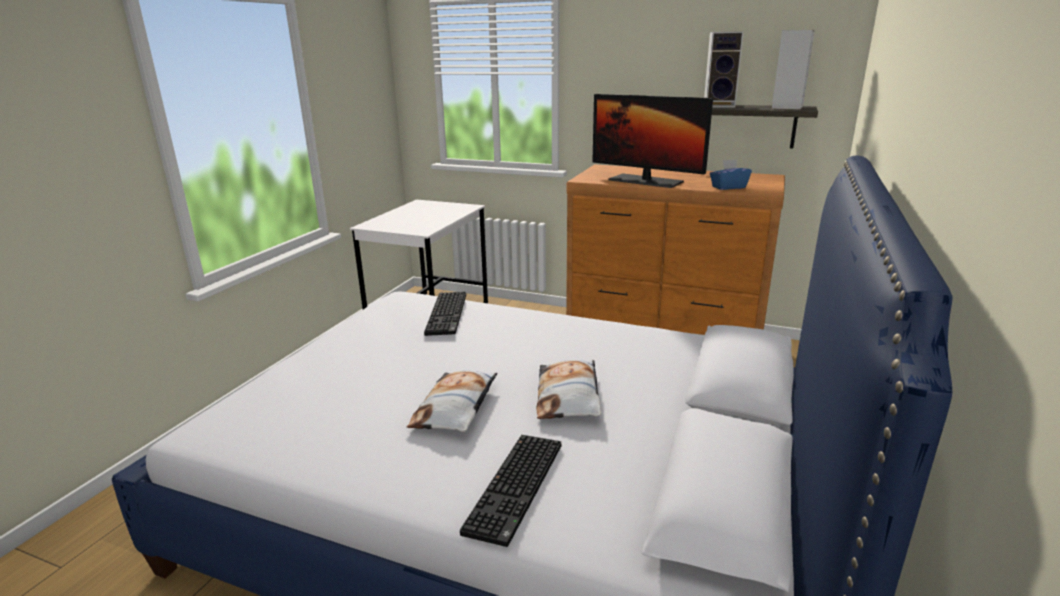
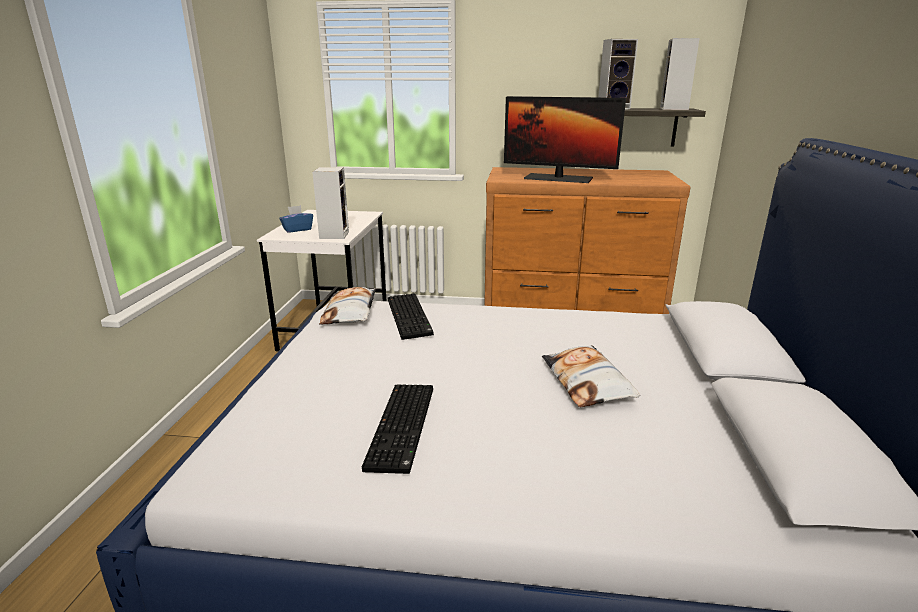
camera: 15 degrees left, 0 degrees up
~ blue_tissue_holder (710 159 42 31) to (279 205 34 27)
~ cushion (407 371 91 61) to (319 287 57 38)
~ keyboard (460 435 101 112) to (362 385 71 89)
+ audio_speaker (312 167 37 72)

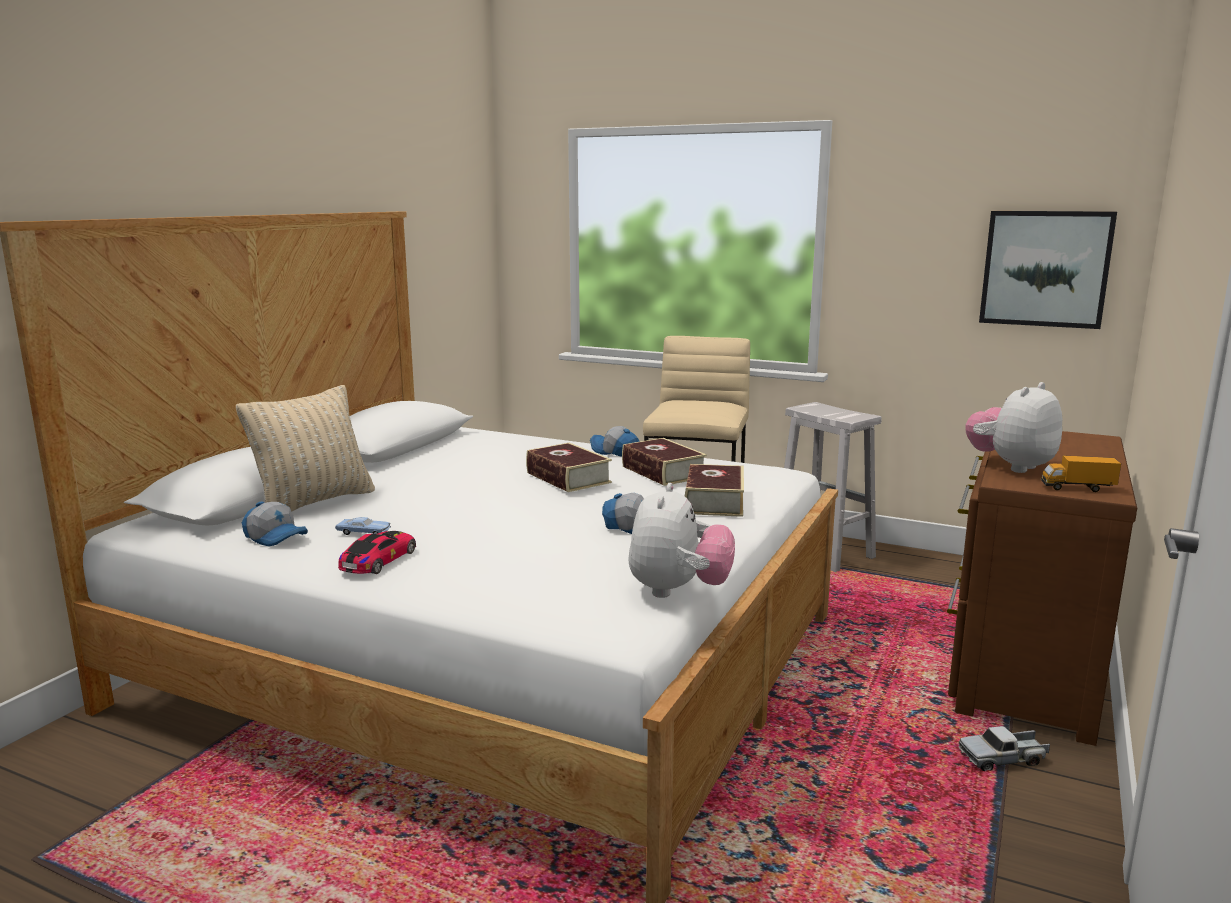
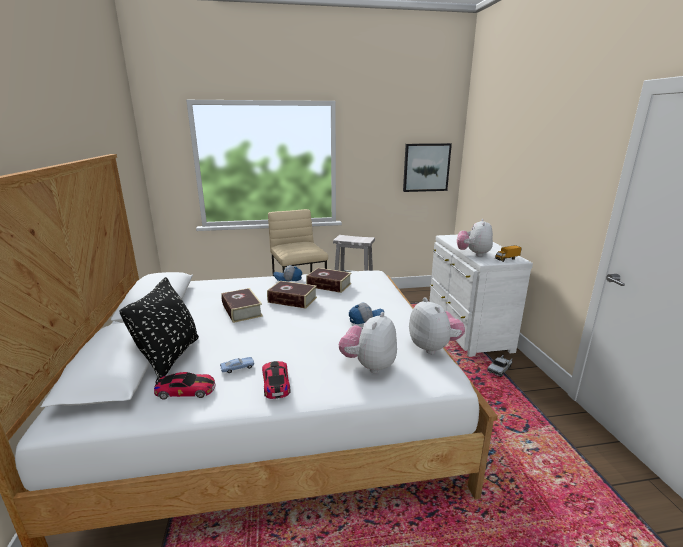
camera: 35 degrees left, 5 degrees up
~ beige-coloured_cushion (236 385 139 127) to black_cushion (119 277 80 103)
~ brown_dresser (947 431 190 315) to white-coloured_dresser (429 235 104 122)
~ volume (685 464 59 53) to (222 288 41 35)
~ peaked_cap (242 501 66 45) to miniature_car (154 372 62 28)
+ soft_toy (339 312 58 61)

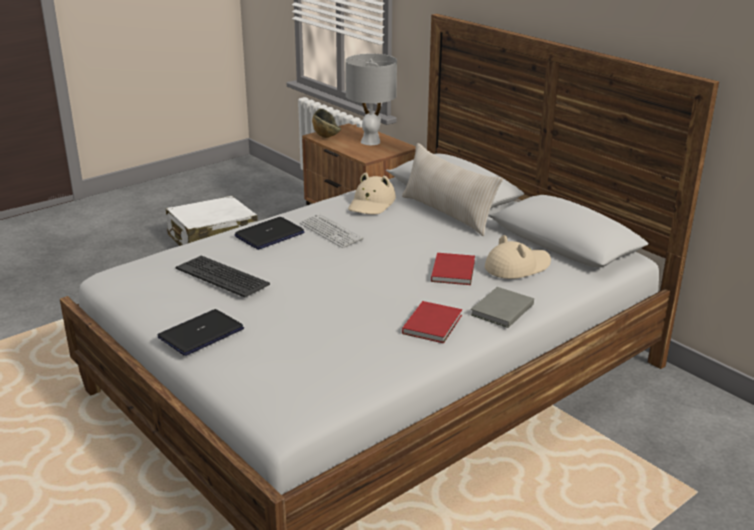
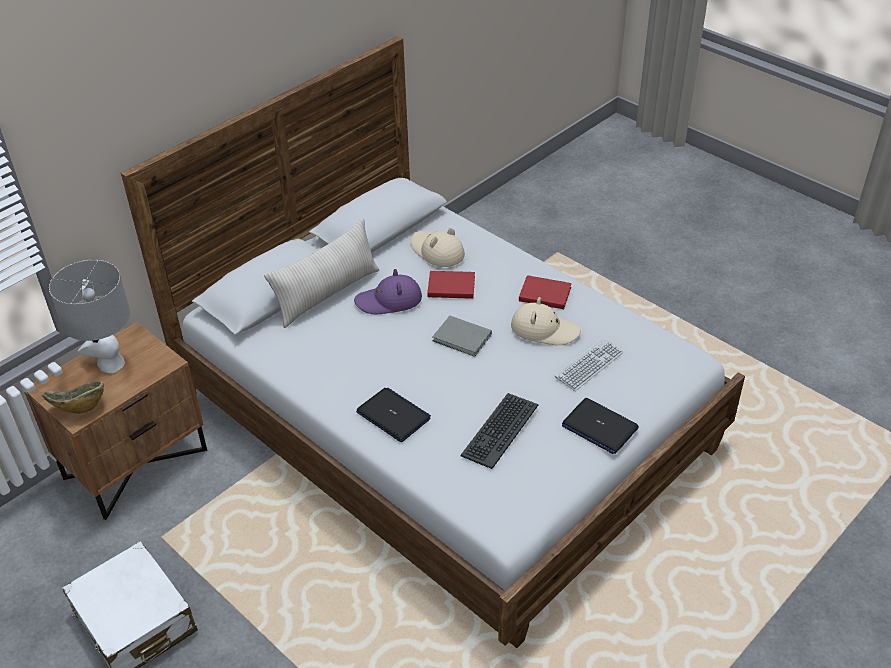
camera: 95 degrees left, 15 degrees up
~ beige-coloured_wearable_hat (348 173 48 42) to (511 297 70 48)
~ keyboard (300 213 63 35) to (555 338 68 53)
~ gray_volume (470 287 64 41) to (432 316 60 41)
+ purple-coloured_wearable_hat (354 269 68 45)

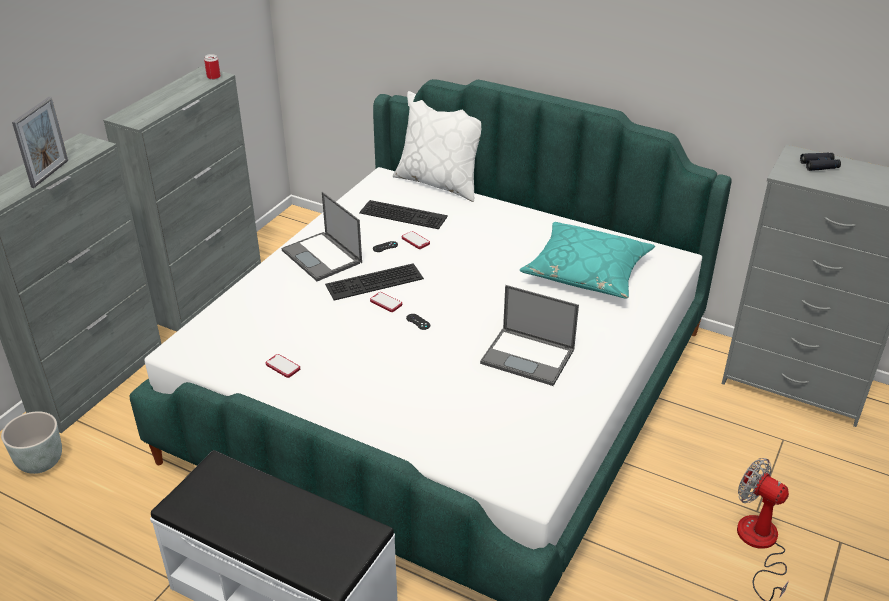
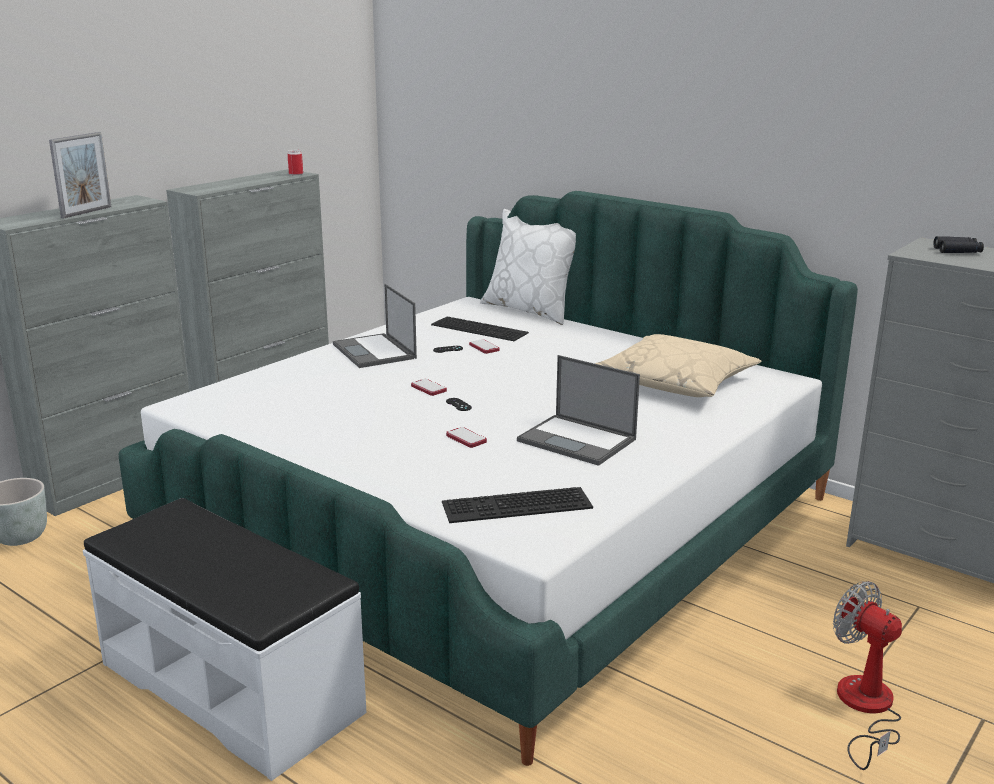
camera: 10 degrees right, 15 degrees down
~ turquoise_cushion (520 222 135 77) to beige-coloured_cushion (595 334 166 63)
~ keyboard (325 263 99 38) to (442 487 151 36)
~ telephone (265 354 35 24) to (446 427 41 21)

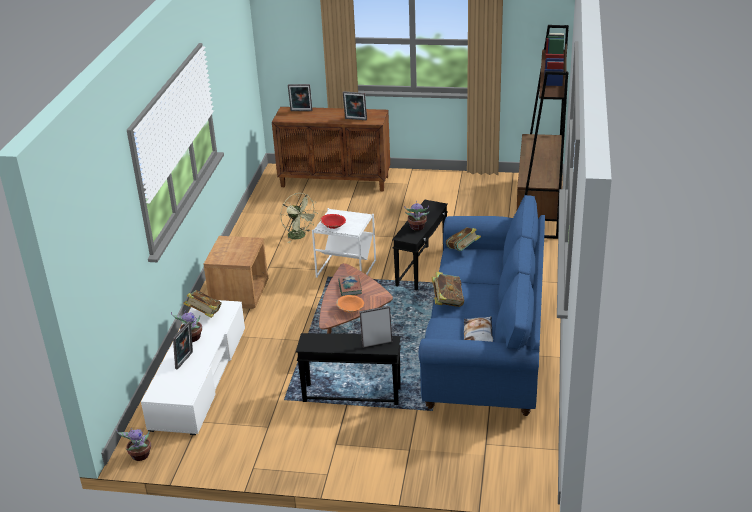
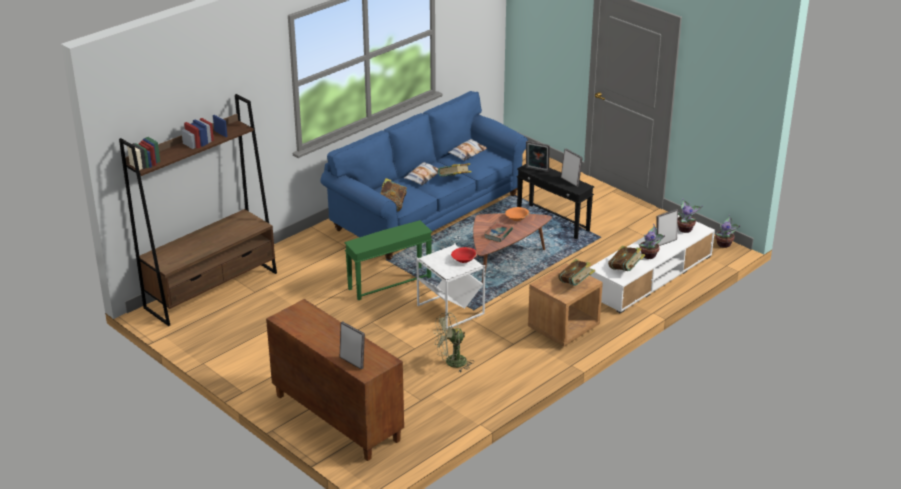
camera: 145 degrees left, 0 degrees up
~ picture_frame (343 91 24 29) to (561 149 22 38)
~ greenish_electric_fan (281 193 37 50) = (434 312 39 60) 105 degrees counterclockwise
~ black_side_table (392 200 56 90) to greenish_side_table (344 220 89 80)
~ houseplant (404 201 26 30) to (678 198 25 35)
+ cushion (404 162 35 23)
+ volume (558 259 37 27)

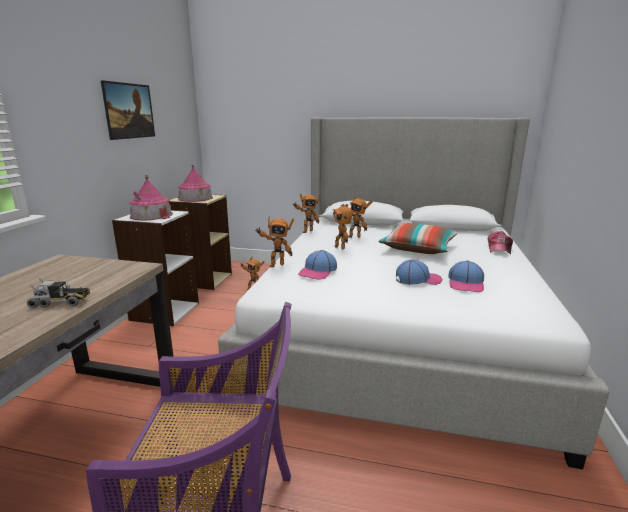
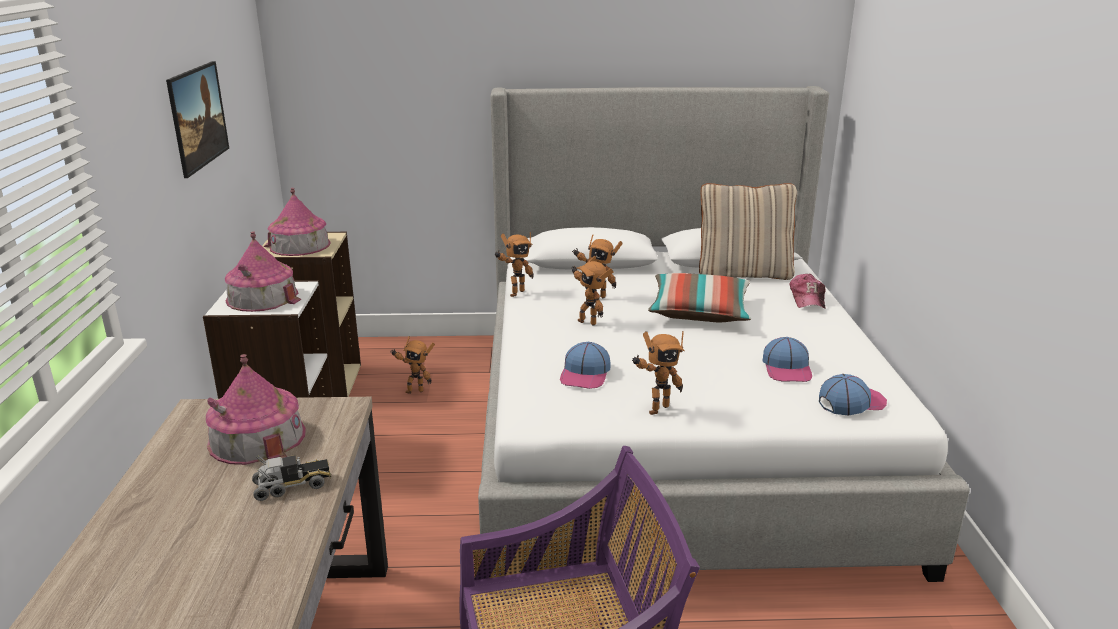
camera: 15 degrees left, 5 degrees up
~ toy_robot (255 216 39 51) to (632 331 52 84)
~ peaked_cap (396 259 47 26) to (819 374 68 41)
+ beige-coloured_cushion (699 183 98 97)
+ miniature_house (206 354 100 111)

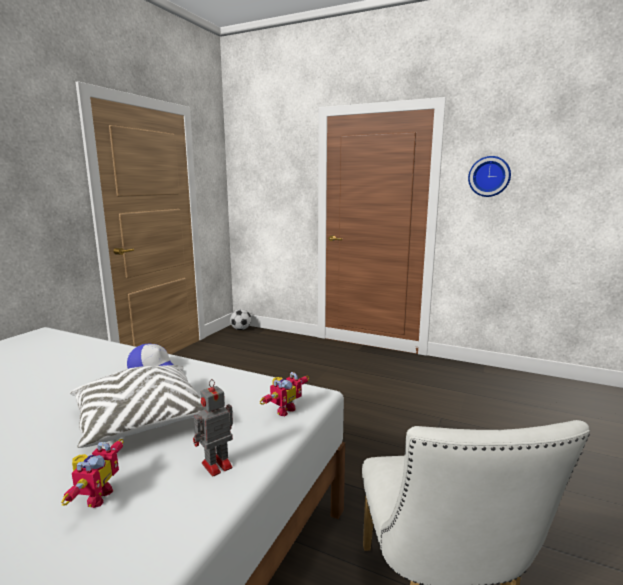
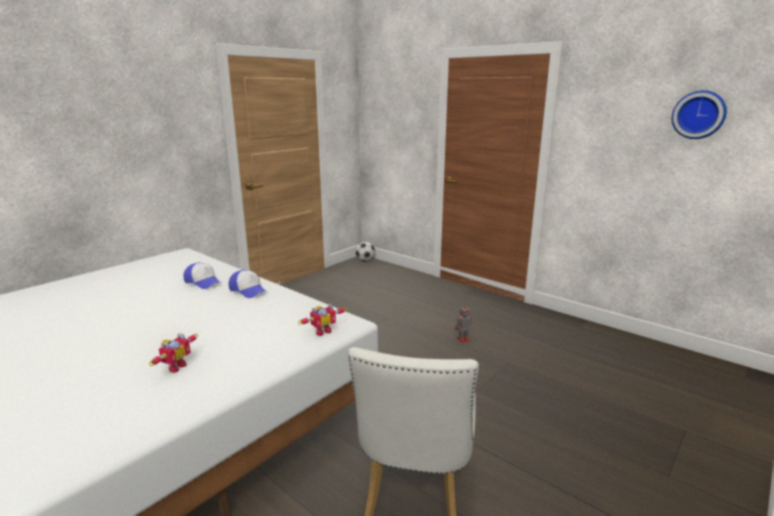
camera: 15 degrees right, 5 degrees up
~ hanging_clock (468 156 43 41) to (672 90 55 49)
- white-coloured_cushion (70 365 135 83)
~ toy_robot (193 379 40 98) to (455 305 17 38)
+ peaked_cap (183 263 38 26)

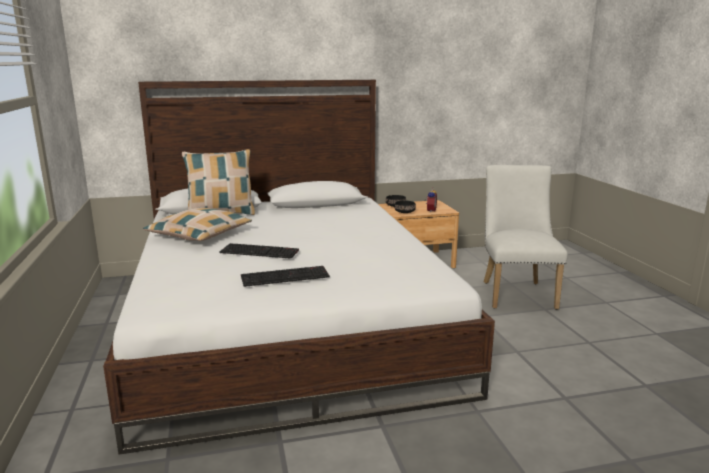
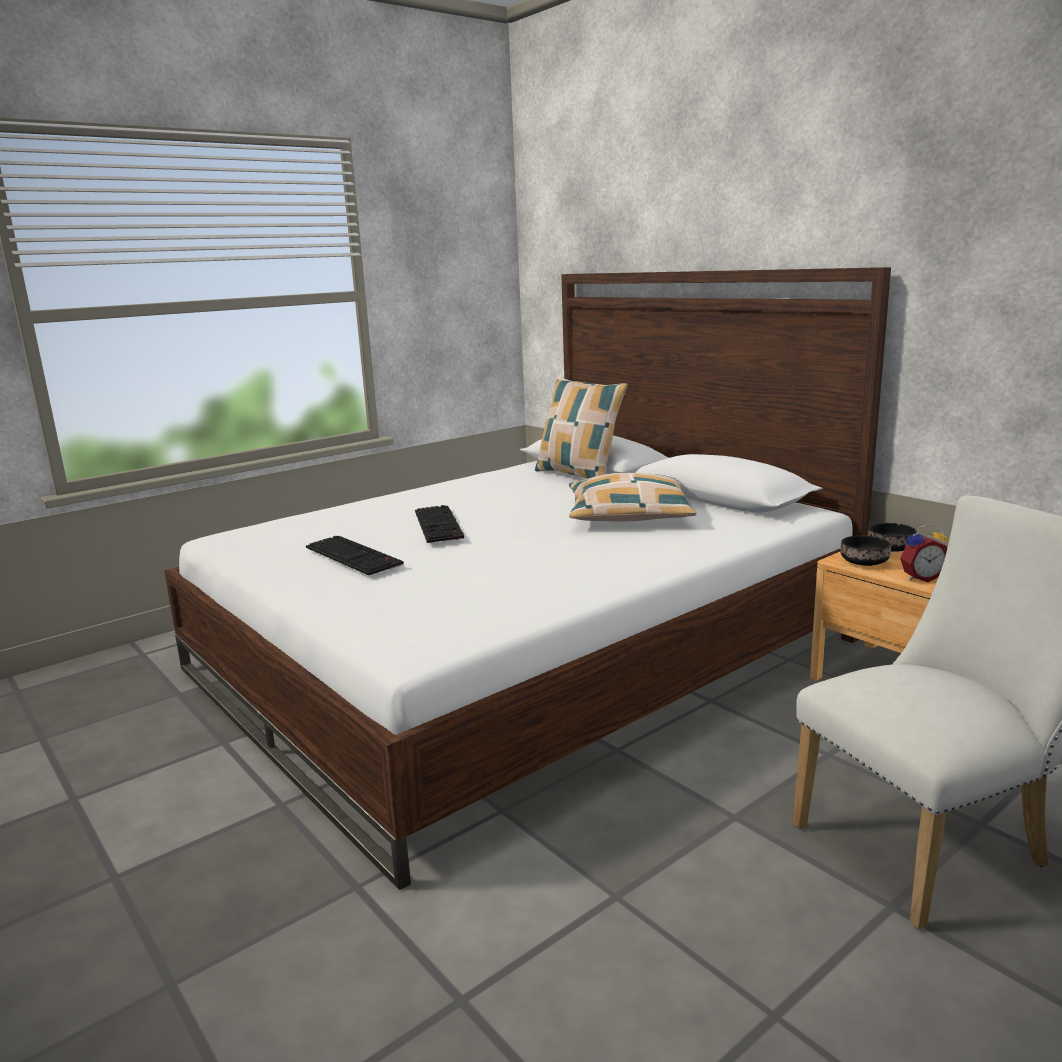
camera: 65 degrees right, 0 degrees up
~ cushion (143 207 109 34) to (569 473 128 49)

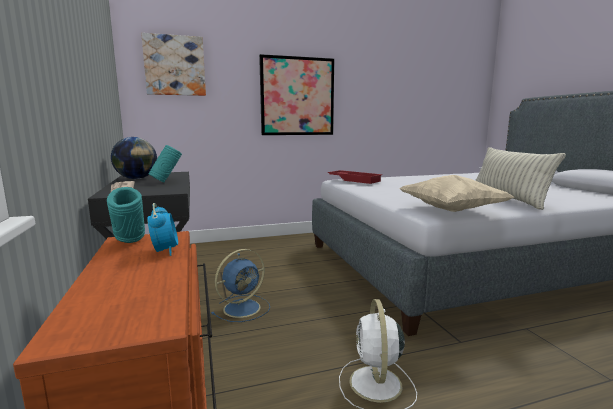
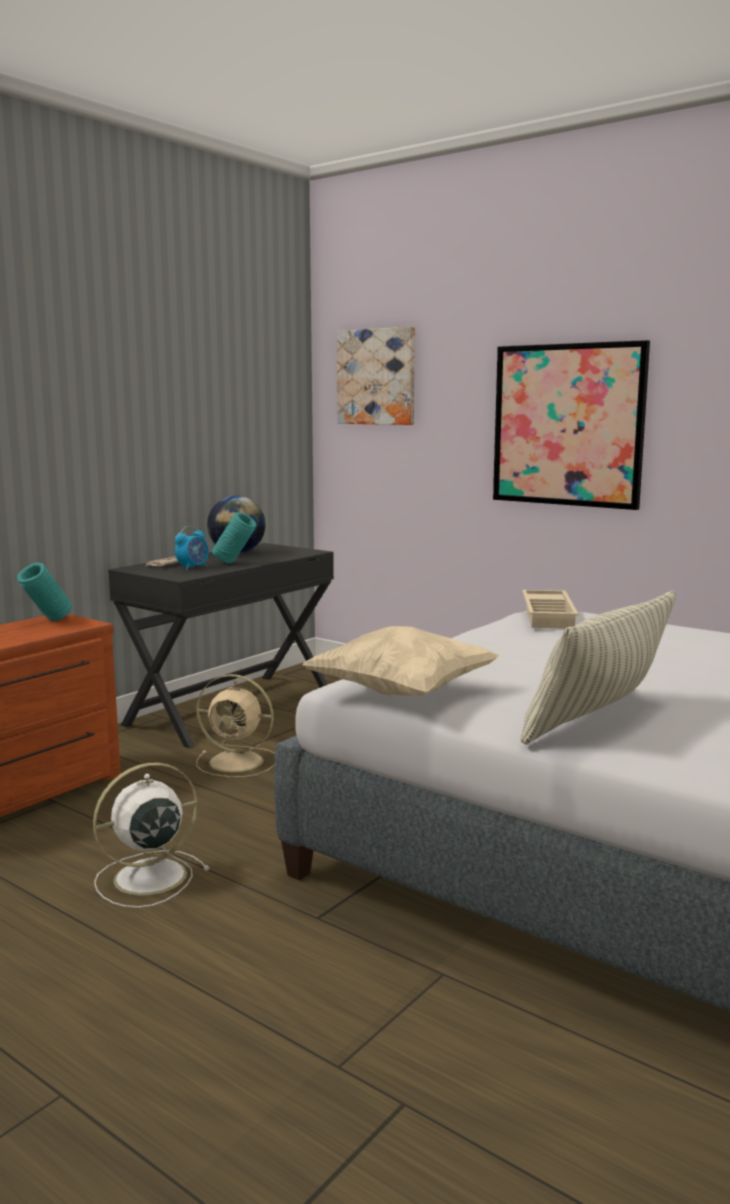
camera: 55 degrees right, 0 degrees up
~ reddish_carrying_tray (328 170 54 14) to beige-coloured_carrying_tray (522 590 56 39)
~ table_clock (148 203 30 53) to (175 526 34 44)
~ blue_electric_fan (211 249 59 73) to beige-coloured_electric_fan (196 674 79 103)

